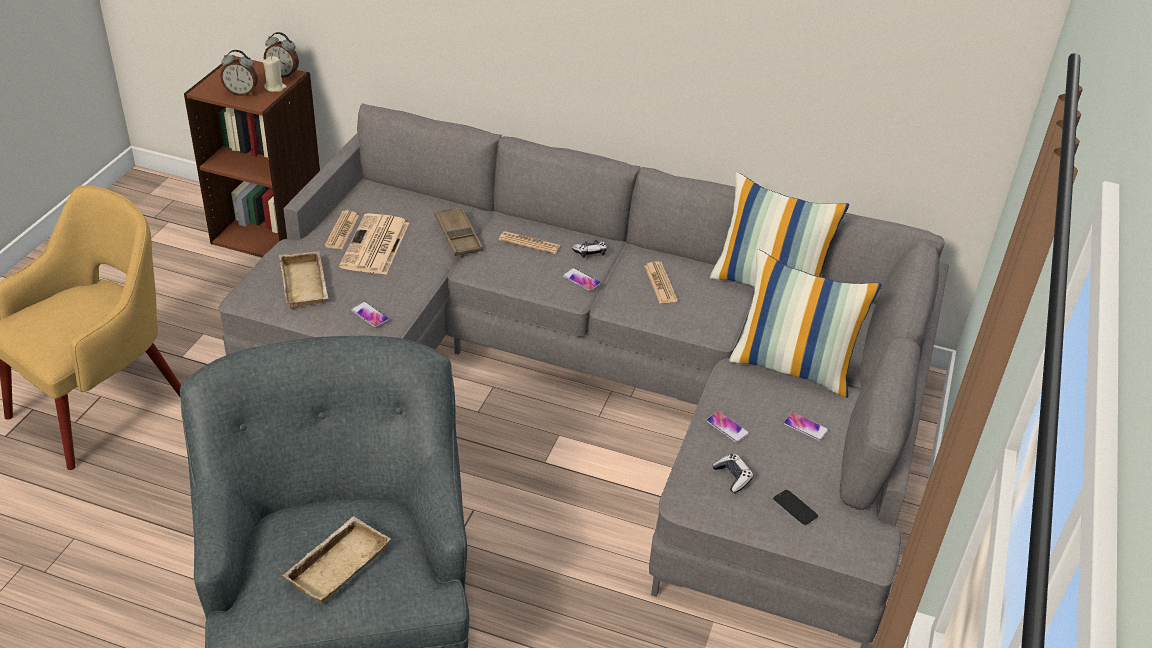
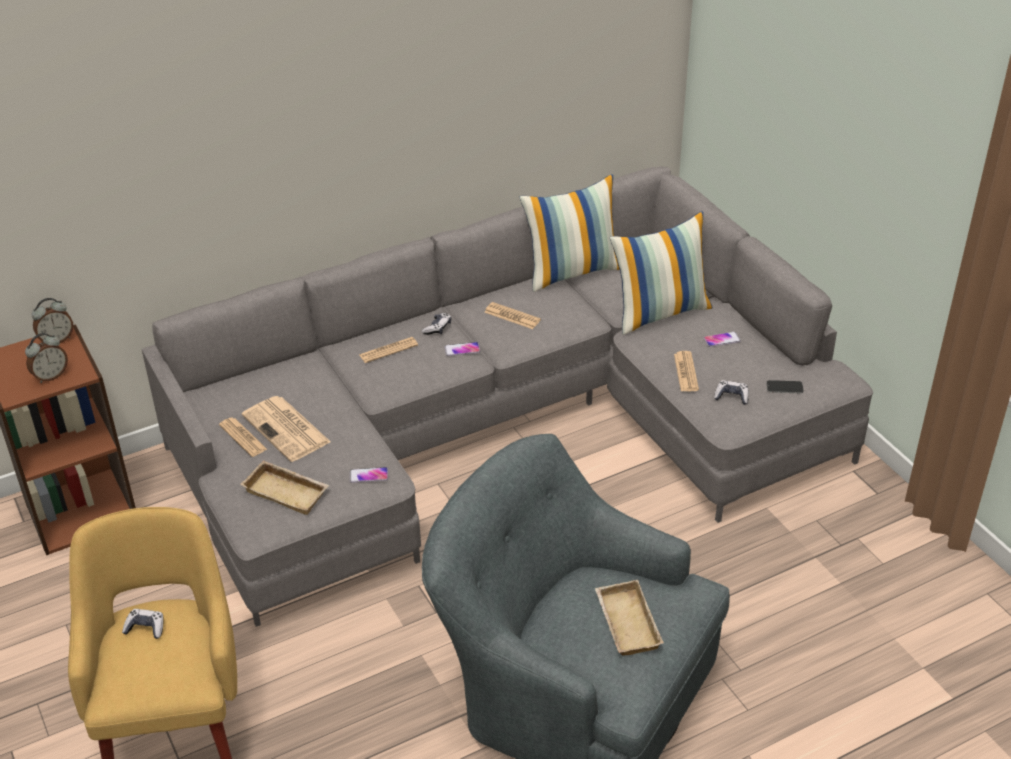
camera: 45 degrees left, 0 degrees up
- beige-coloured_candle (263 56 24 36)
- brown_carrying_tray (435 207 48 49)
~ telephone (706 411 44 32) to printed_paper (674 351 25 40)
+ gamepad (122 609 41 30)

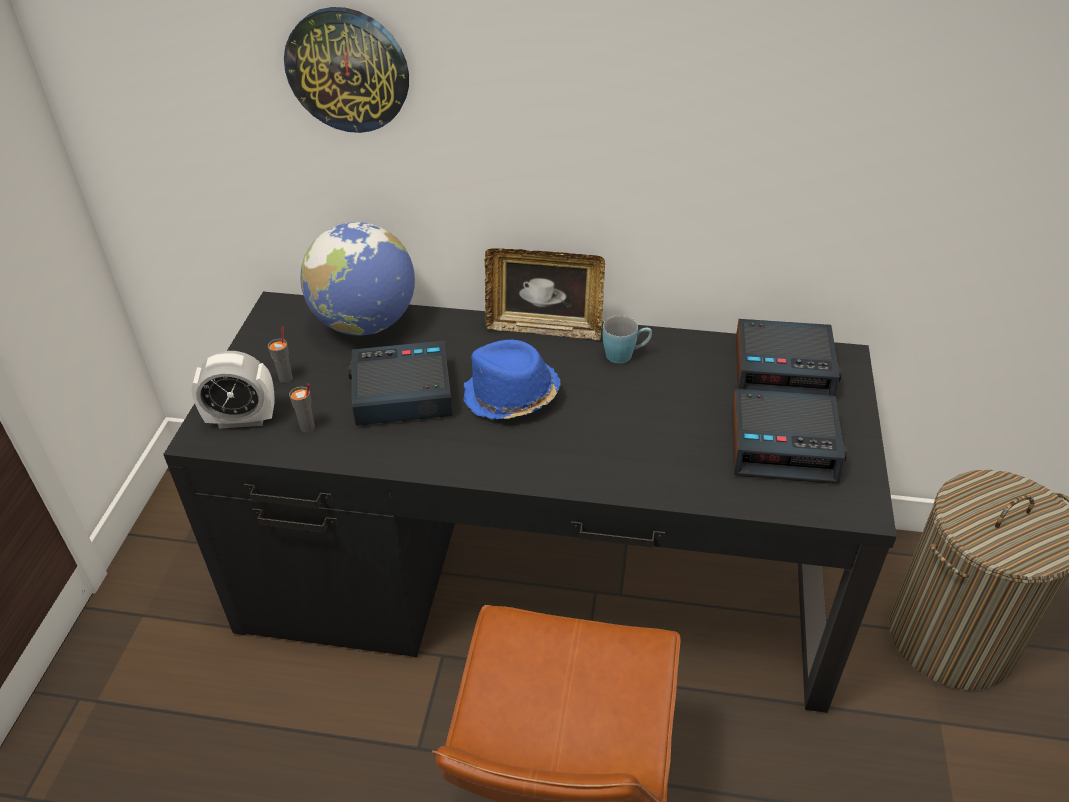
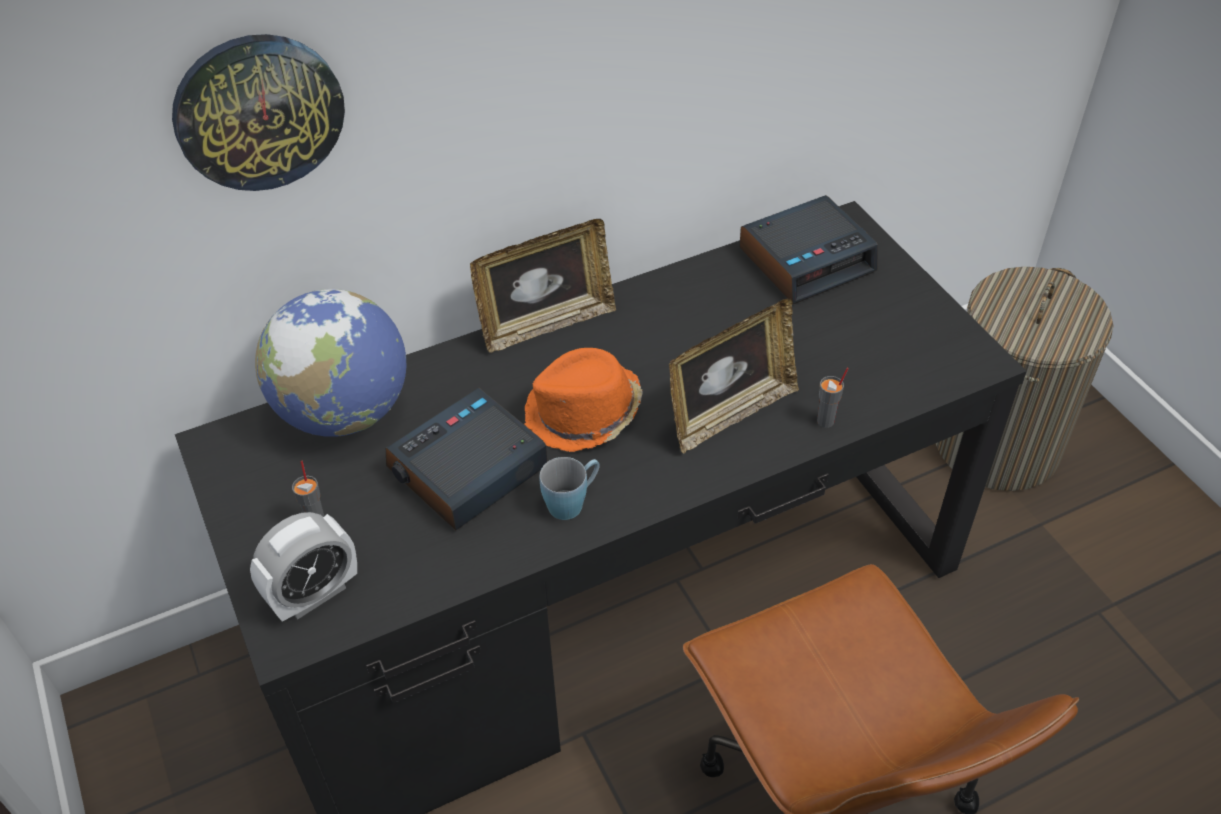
camera: 35 degrees left, 5 degrees up
~ blue_coffee_mug (603 315 49 49) to (539 457 61 63)
~ blue_wearable_hat (464 340 97 79) to orangey_wearable_hat (525 348 118 104)
~ gray_small_cup (289 383 26 49) to (817 368 32 60)
- table_clock (732 389 115 95)
+ picture_frame (669 298 130 155)

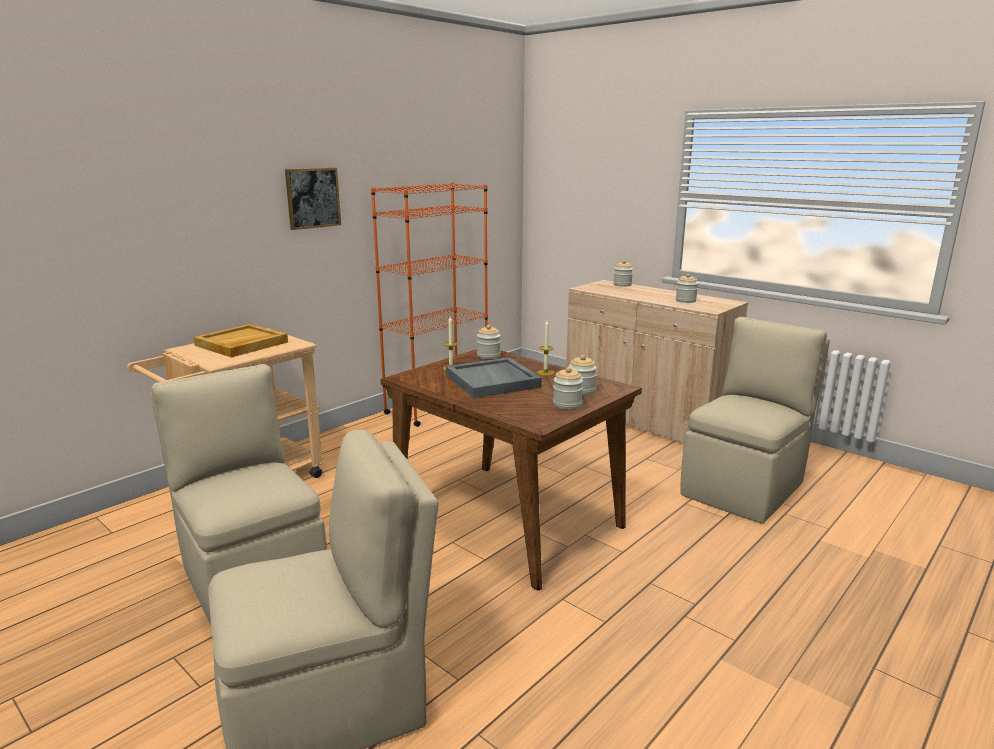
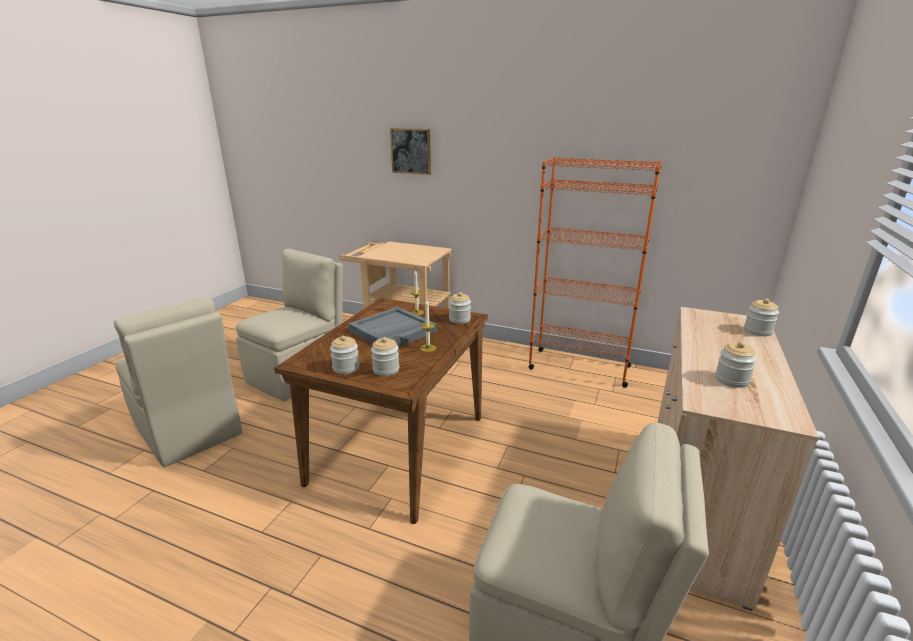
camera: 70 degrees right, 5 degrees up
~ wall_picture (285 168 56 62) to (390 128 41 47)
- beige-coloured_carrying_tray (193 324 95 34)

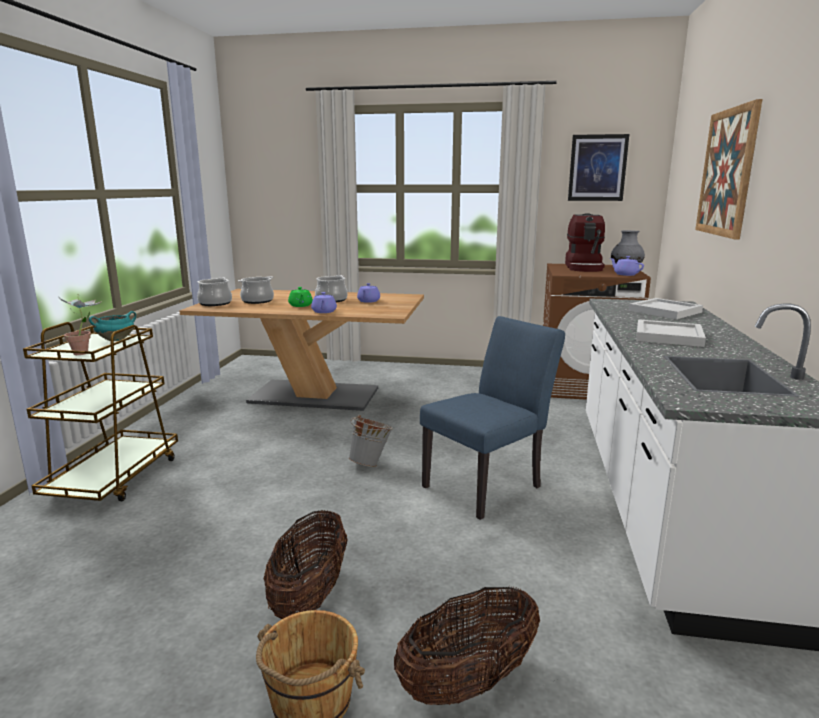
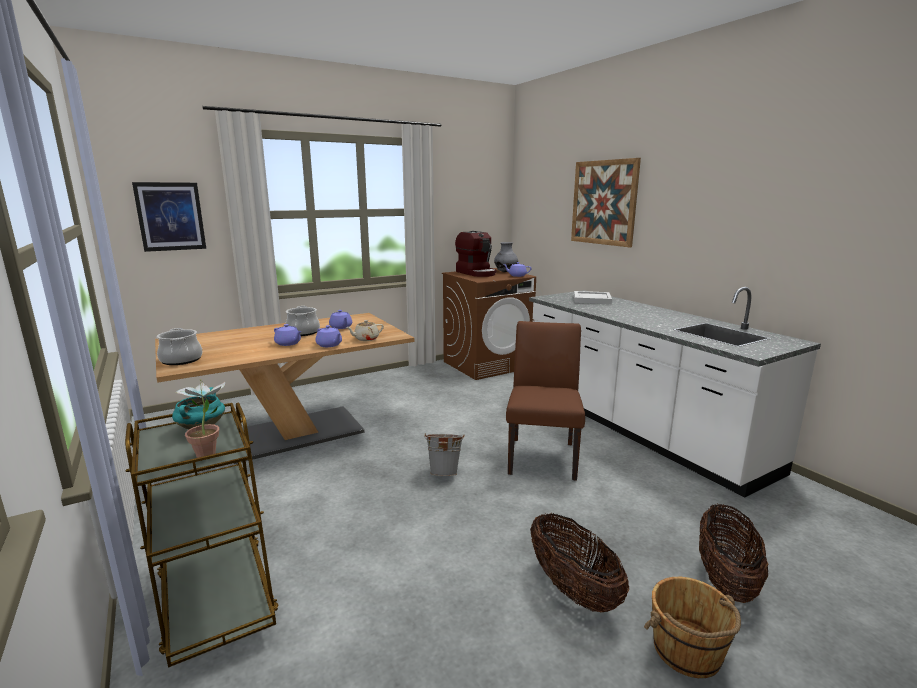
camera: 40 degrees left, 0 degrees up
~ wall_picture (568 134 61 67) to (132 182 74 70)
- saucepot (238 276 36 28)
~ greenish_teapot (288 287 25 20) to purple-coloured_teapot (274 324 27 22)
~ blue_chair (420 316 145 204) to brown_chair (506 321 79 160)
- white-coloured_carrying_tray (636 319 70 28)
+ beige-coloured_teapot (346 320 38 21)

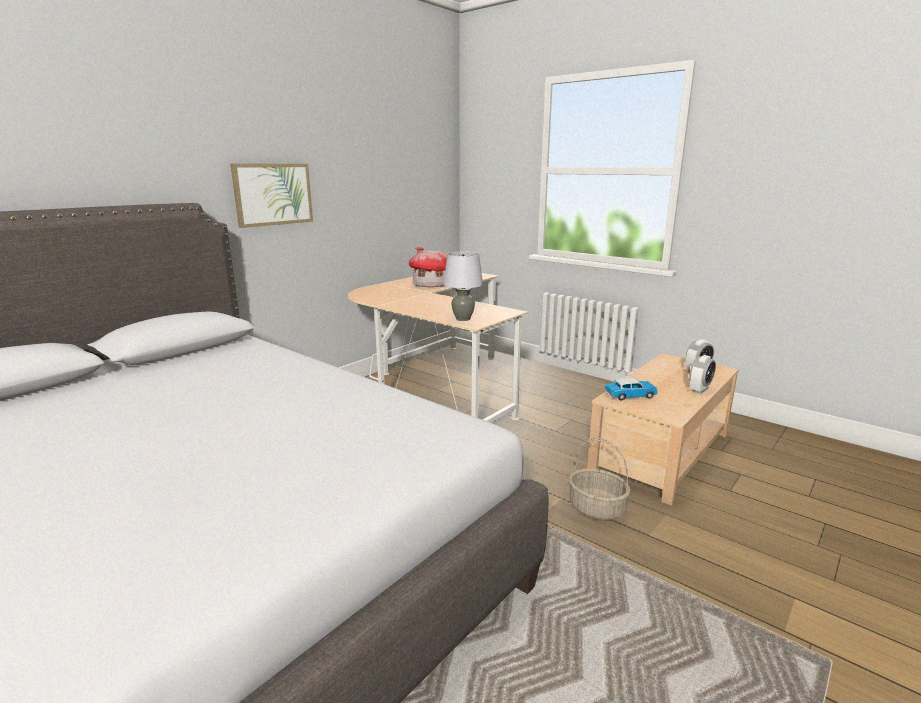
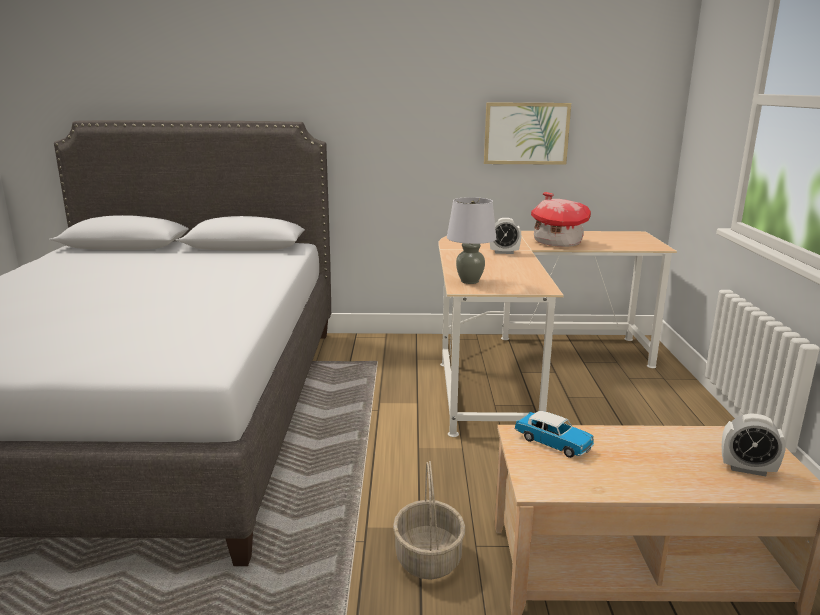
camera: 50 degrees right, 0 degrees up
~ wall_picture (230 163 83 65) to (484 102 87 63)
~ table_clock (690 355 26 39) to (490 218 31 36)

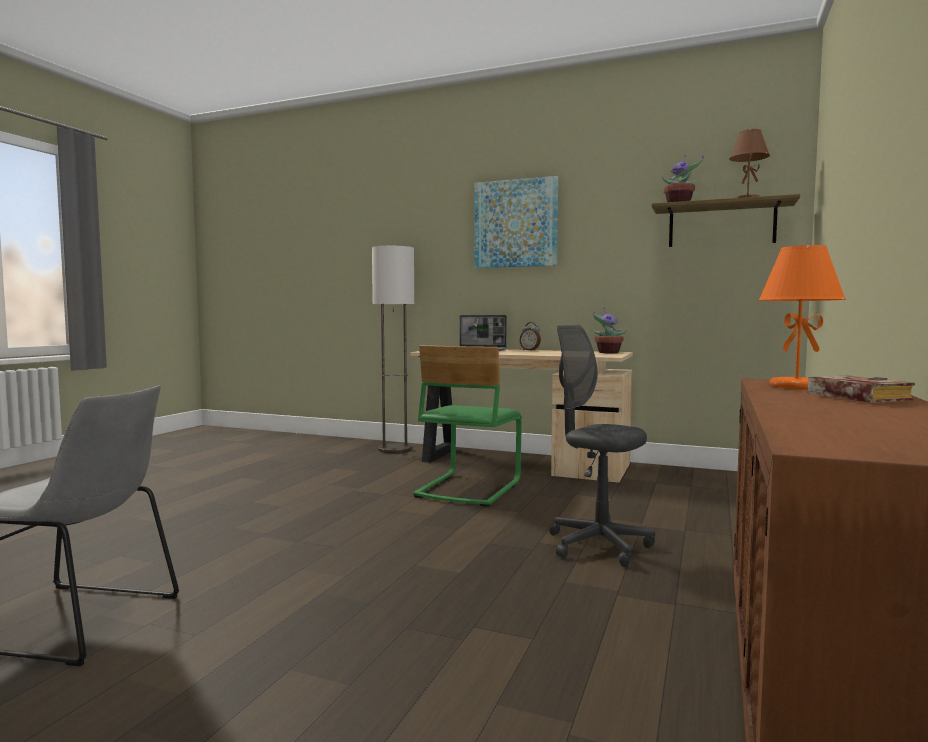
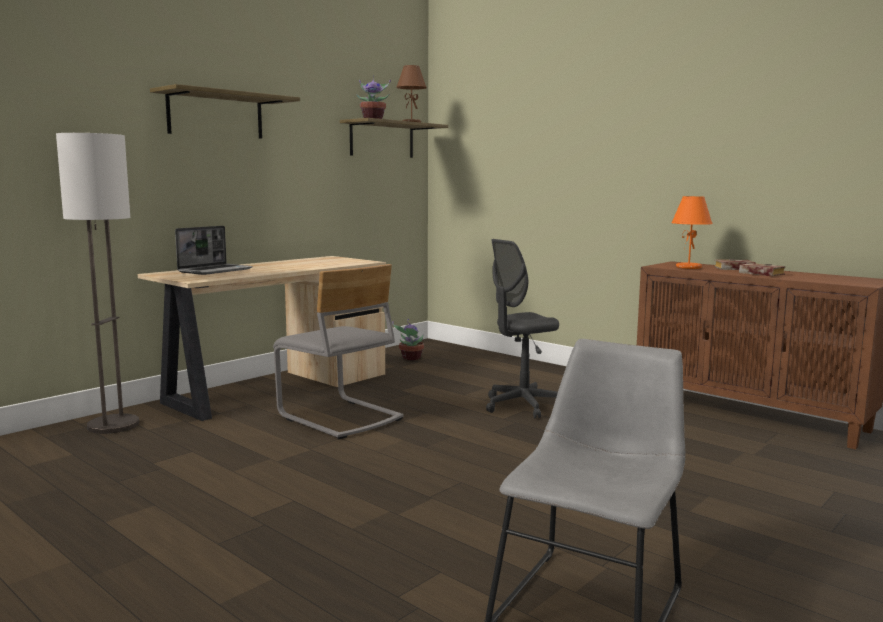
camera: 70 degrees left, 5 degrees up
~ wall_picture (474 176 84 92) to wall_shelf (150 84 150 55)
~ houseplant (591 307 37 46) to (392 319 32 41)
- table_clock (520 322 21 29)
~ greenish_chair (413 345 109 162) to gray_chair (273 264 131 175)
+ volume (739 263 47 13)

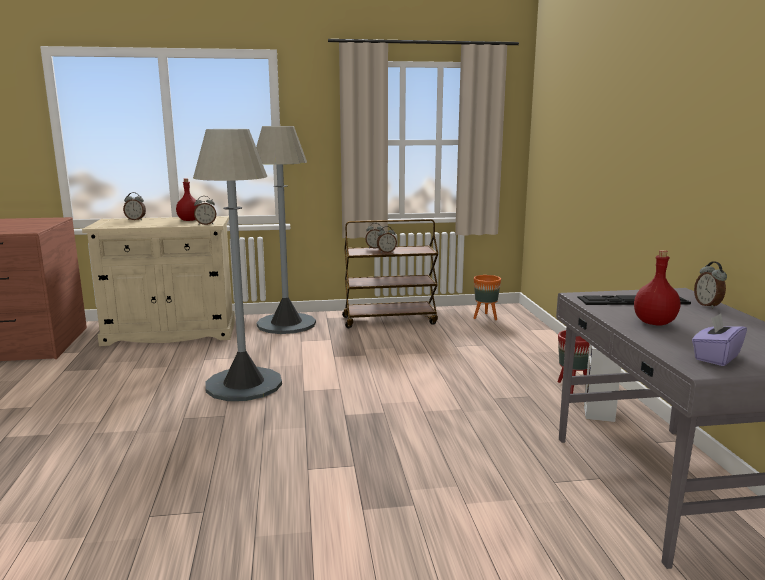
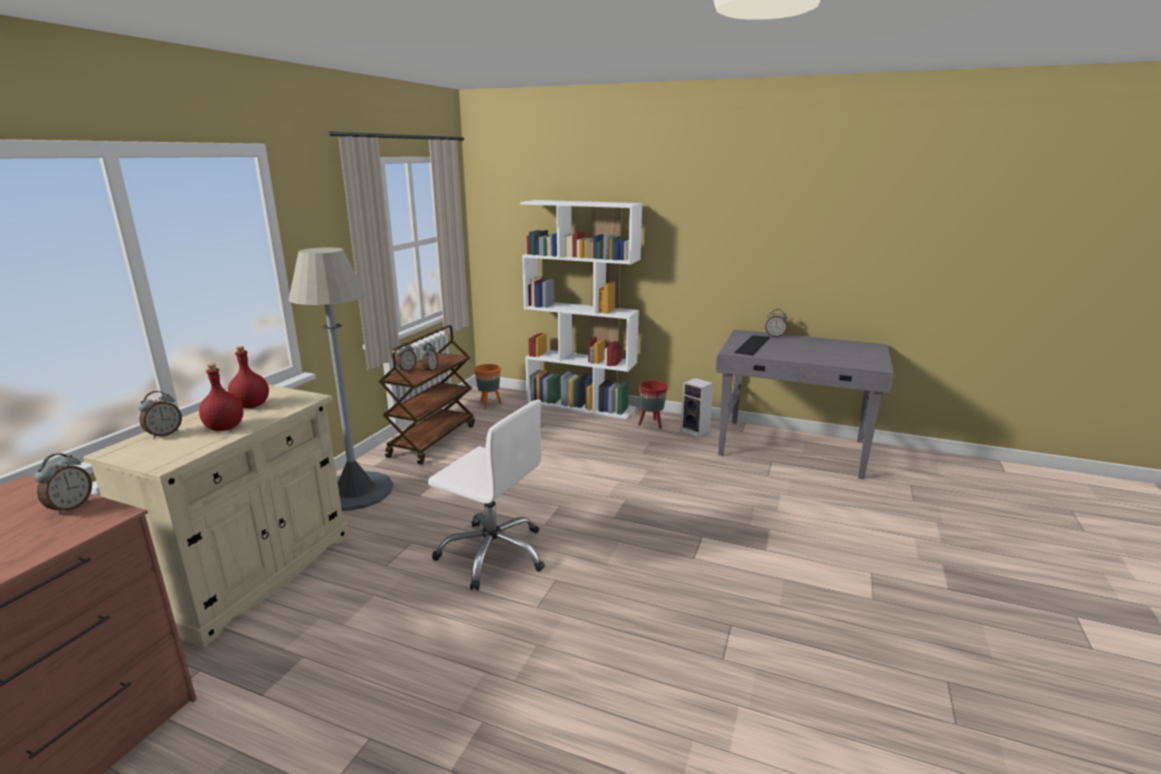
camera: 60 degrees left, 5 degrees up
~ gray_floor_lamp (193 129 89 272) to white-coloured_computer_chair (428 399 117 191)
~ table_clock (194 196 22 29) to (35 453 57 62)
~ reddish_drink_bottle (634 250 46 75) to (199 364 44 67)
- purple-coloured_tissue_holder (692 313 55 53)
+ white-coloured_shelving_unit (520 200 123 219)

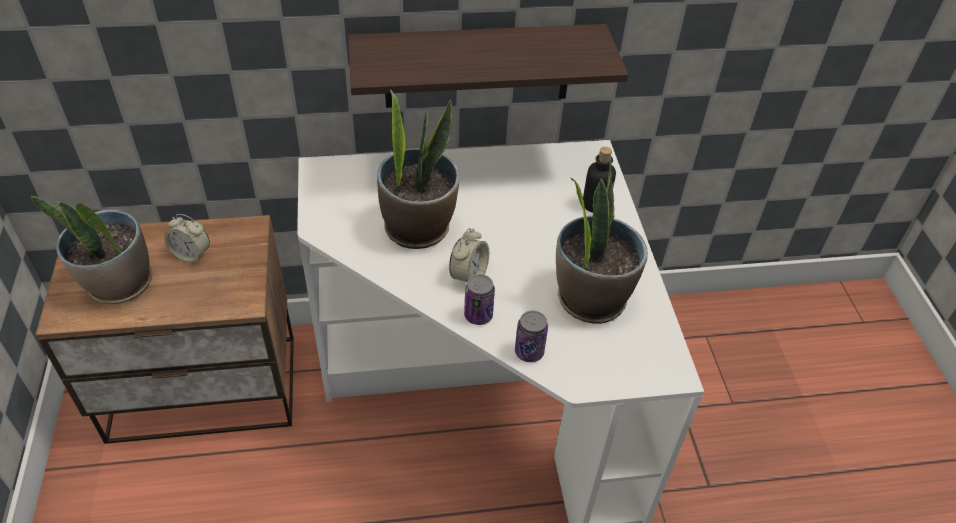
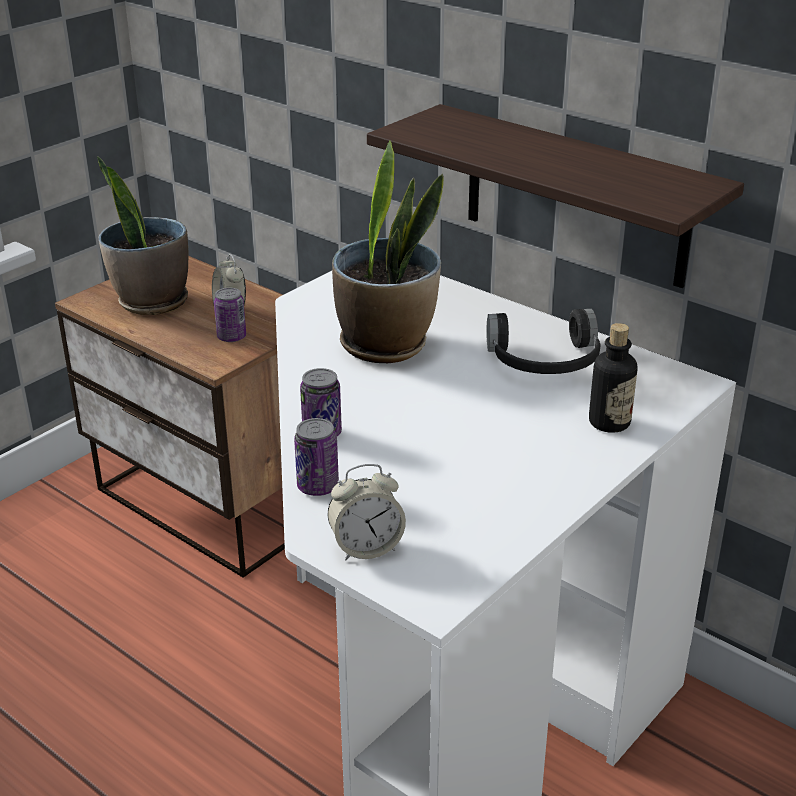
camera: 50 degrees right, 15 degrees down
- houseplant (556 157 92 167)
~ table_clock (449 228 40 54) to (328 464 78 97)
+ metal_can (214 288 32 54)
+ black_pair_of_headphones (486 309 114 65)

